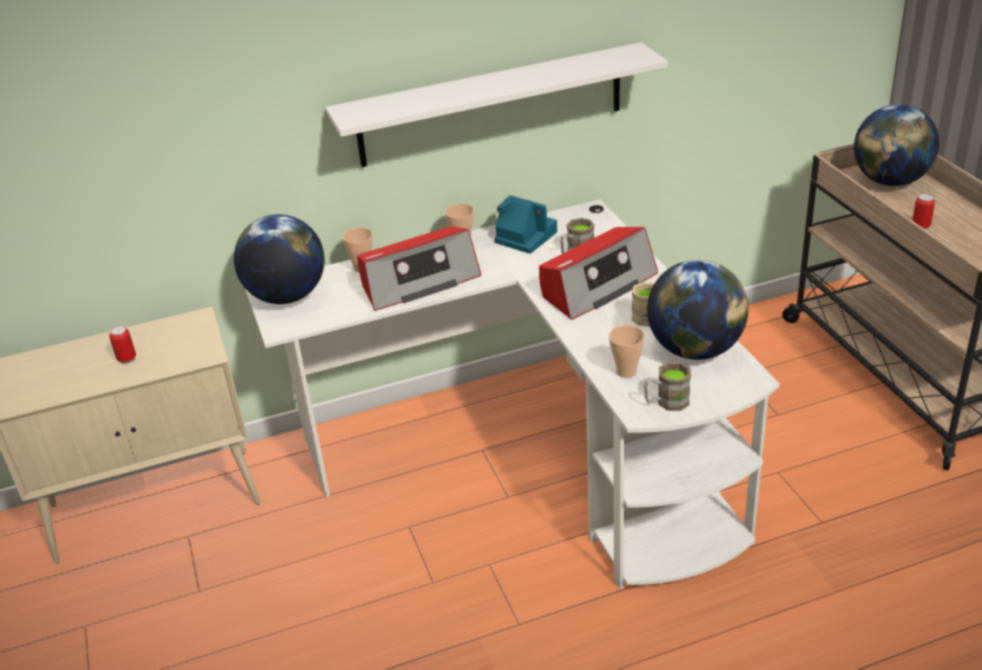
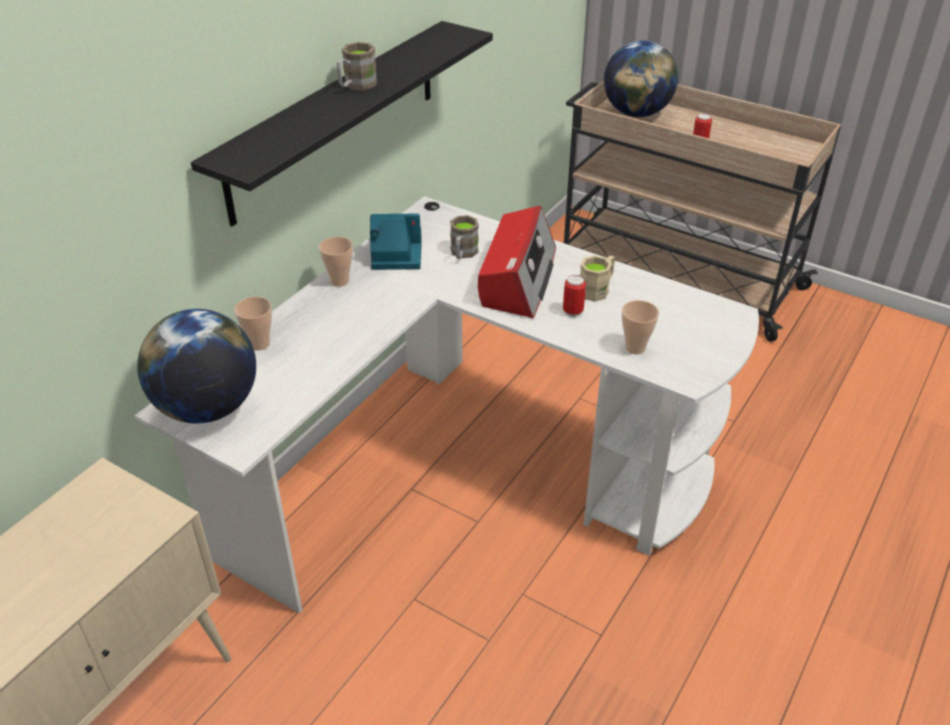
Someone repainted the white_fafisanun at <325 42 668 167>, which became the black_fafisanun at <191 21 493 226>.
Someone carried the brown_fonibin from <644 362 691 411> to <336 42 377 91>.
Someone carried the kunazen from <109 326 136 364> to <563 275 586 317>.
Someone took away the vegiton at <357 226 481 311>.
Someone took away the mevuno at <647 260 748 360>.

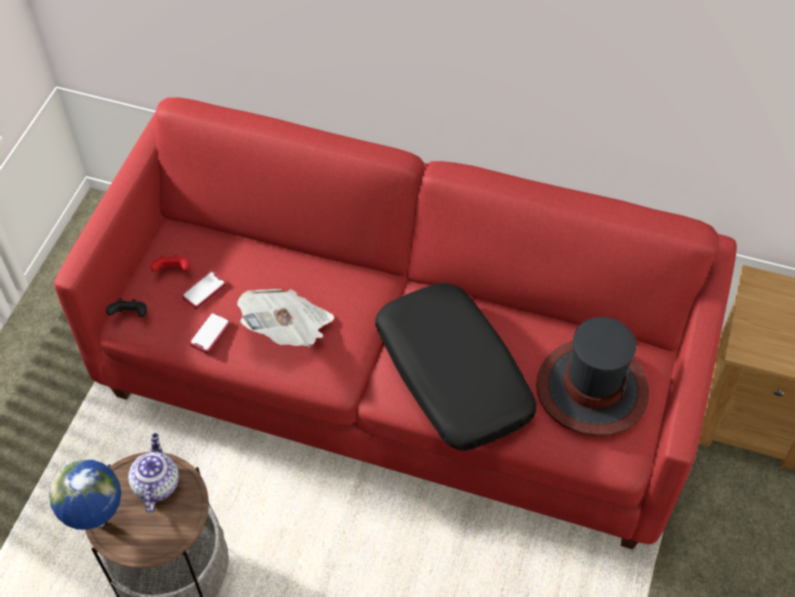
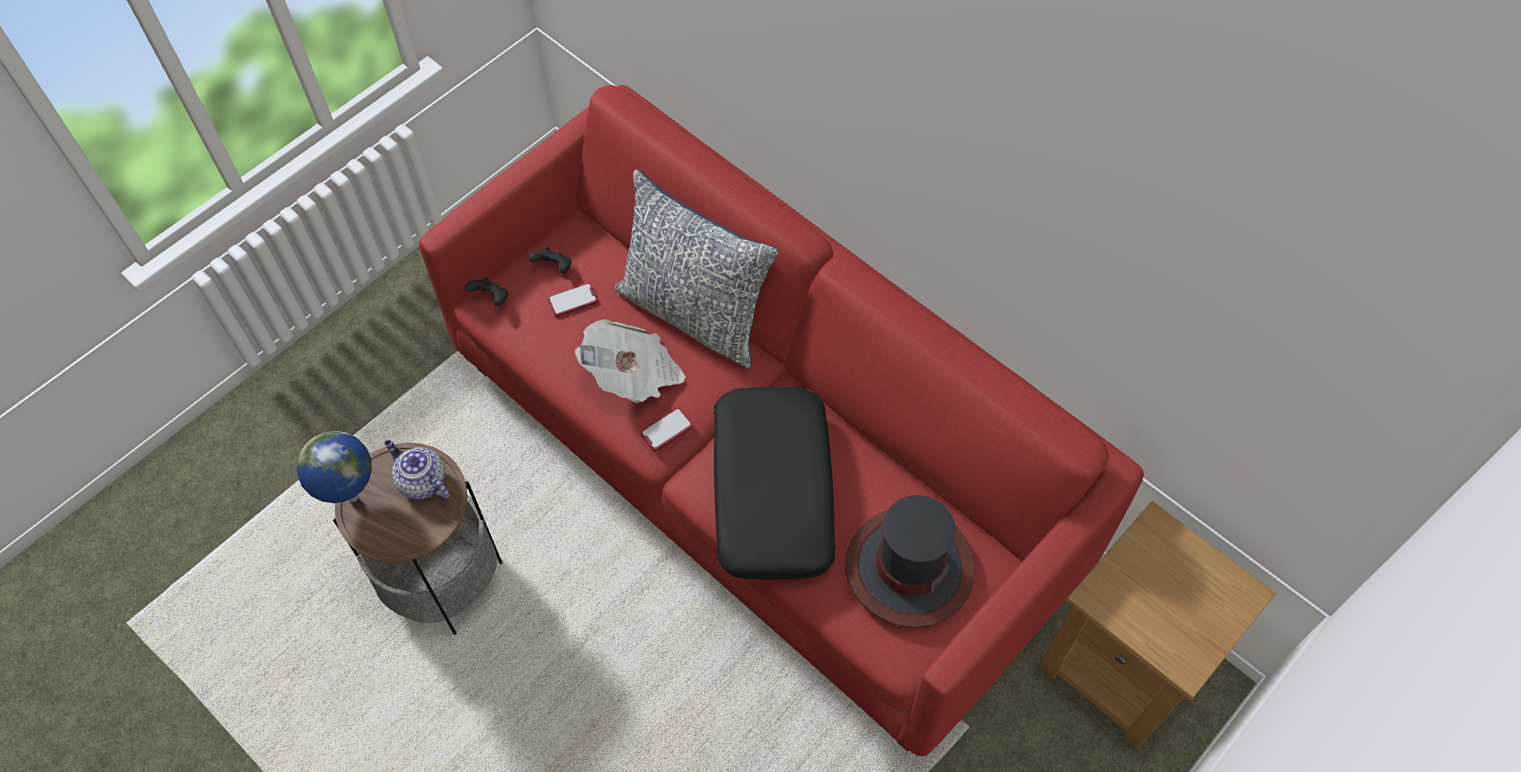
Someone rotated the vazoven at <128 433 179 514> by 75 degrees counterclockwise.
Someone repainted the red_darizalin at <150 255 190 272>, which became the black_darizalin at <529 247 572 273>.
Someone put down the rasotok at <615 169 779 369>.
Someone carried the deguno from <189 312 231 353> to <641 408 693 451>.

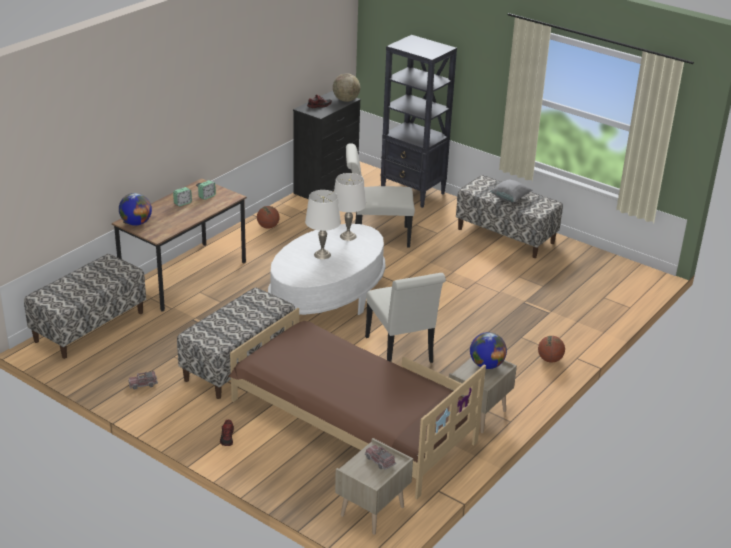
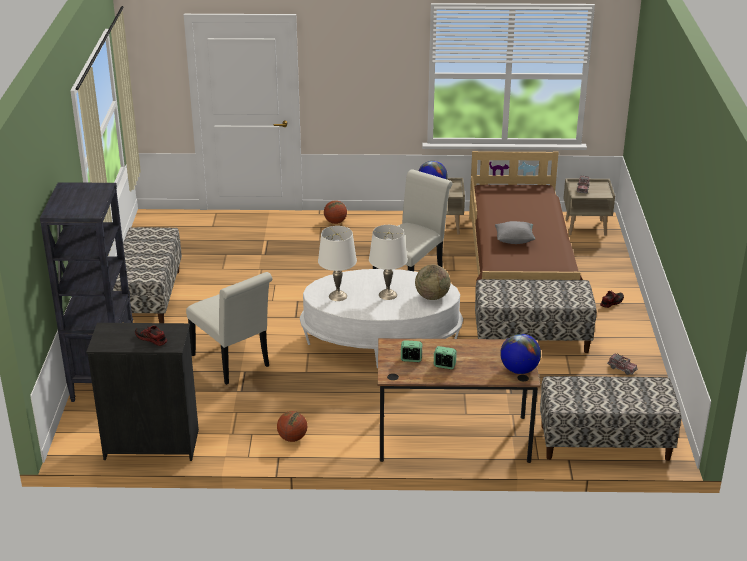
Someone carried the mevuno from <333 73 360 102> to <415 265 450 300>.
Someone carried the grey_rasotok from <490 180 532 202> to <495 221 535 244>.

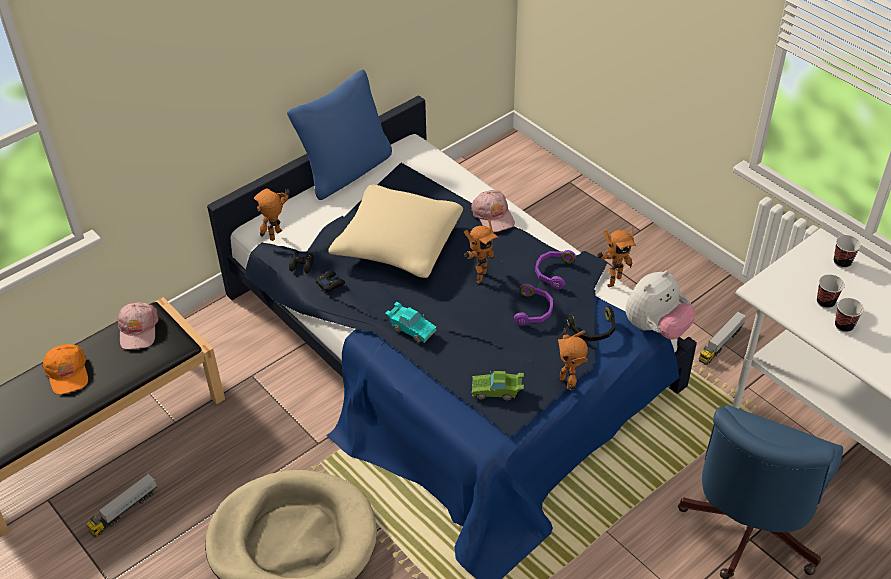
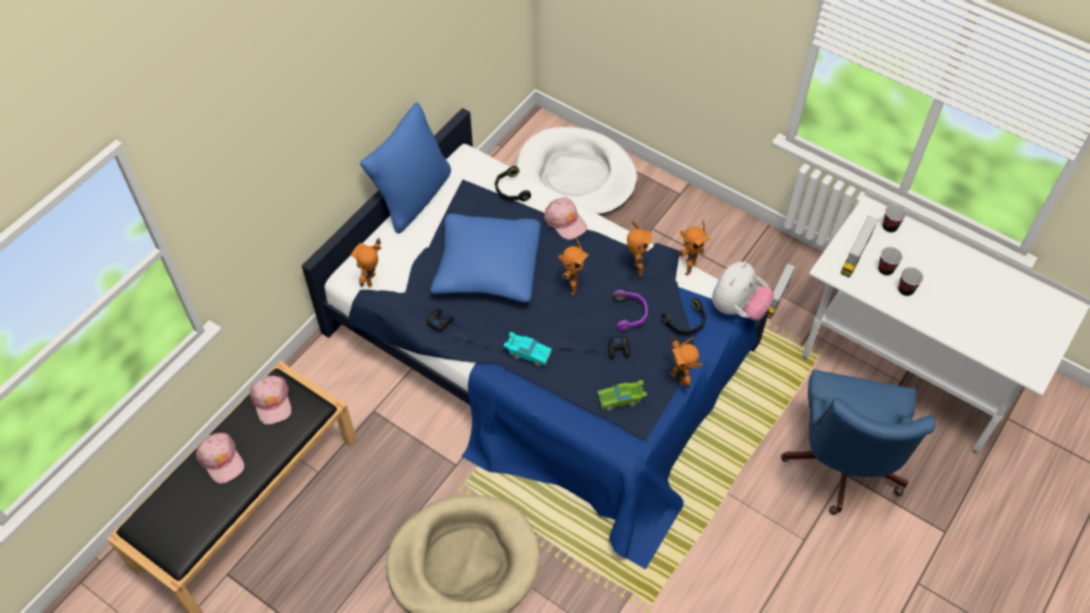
Someone repainted the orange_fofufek at <43 344 88 394>, which became the pink_fofufek at <196 433 244 484>.
Someone repainted the beige_rasotok at <328 184 463 278>, which became the blue_rasotok at <431 214 541 302>.
Someone put down the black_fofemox at <495 166 531 201>.
Someone put down the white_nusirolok at <516 127 637 215>.
Someone carried the black_darizalin from <289 251 314 273> to <608 336 630 359>.
Someone swapped the purple_fofemox at <535 250 576 289> for the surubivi at <627 221 652 278>.
Someone carried the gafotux from <86 473 157 537> to <841 215 878 277>.

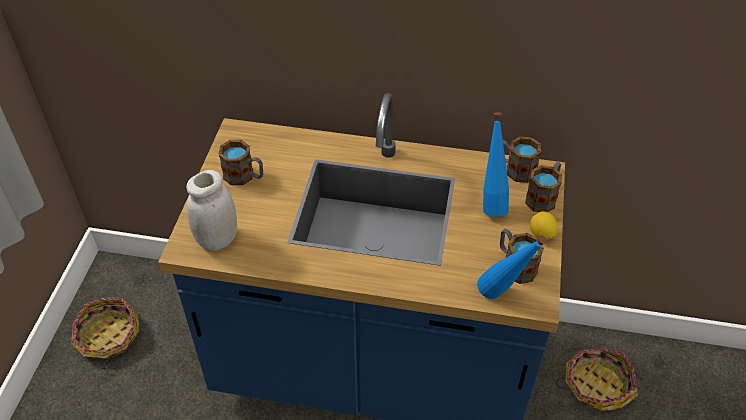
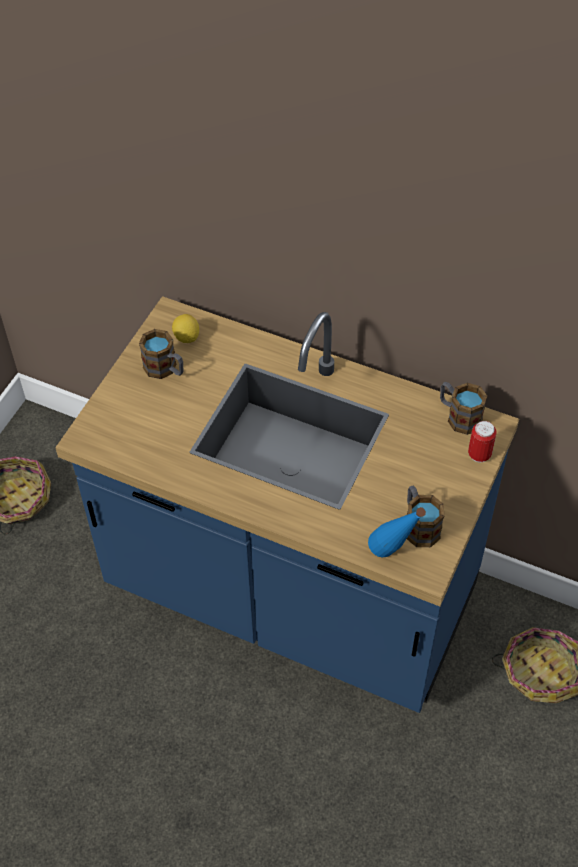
Someone carried the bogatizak from <530 211 558 240> to <172 314 199 343>.
Someone swapped the fonibin at <525 162 562 212> for the kunazen at <468 421 496 462>.
Someone took away the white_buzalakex at <186 170 237 251>.
Someone took away the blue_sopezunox at <483 112 509 217>.

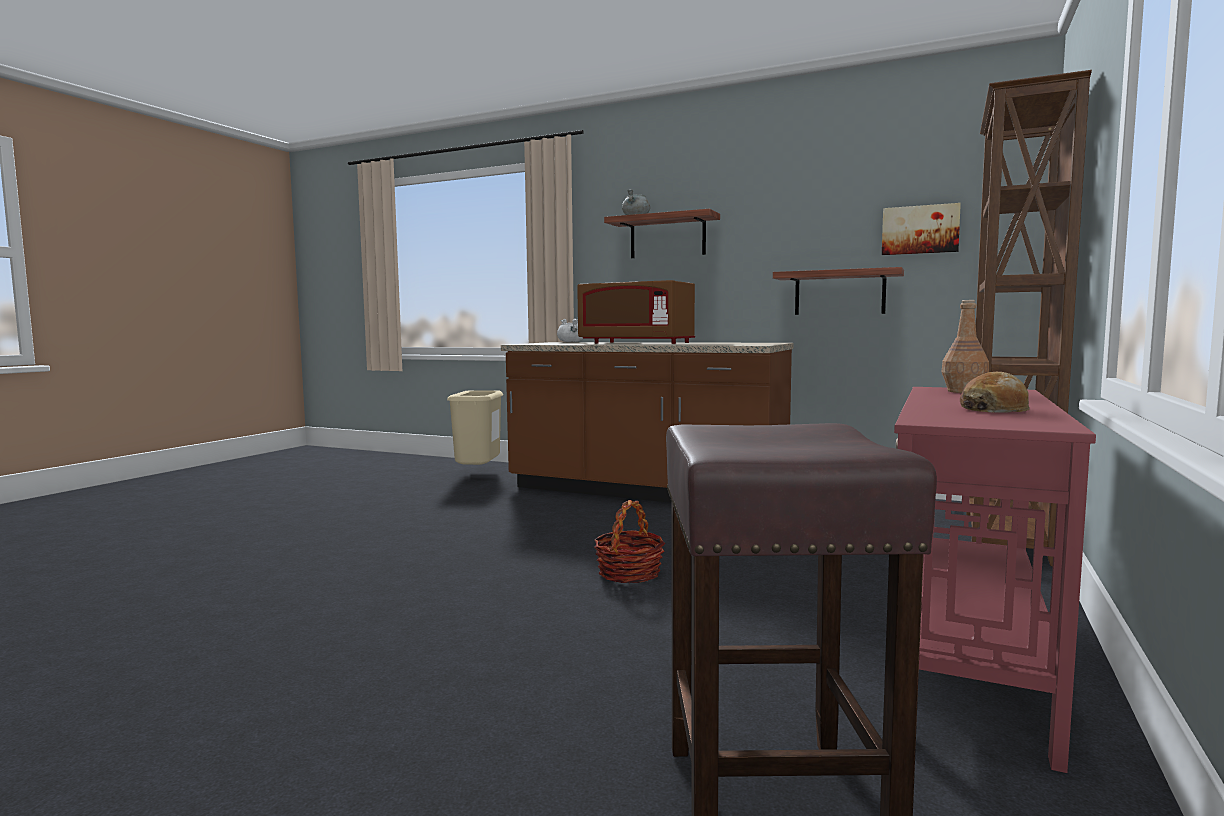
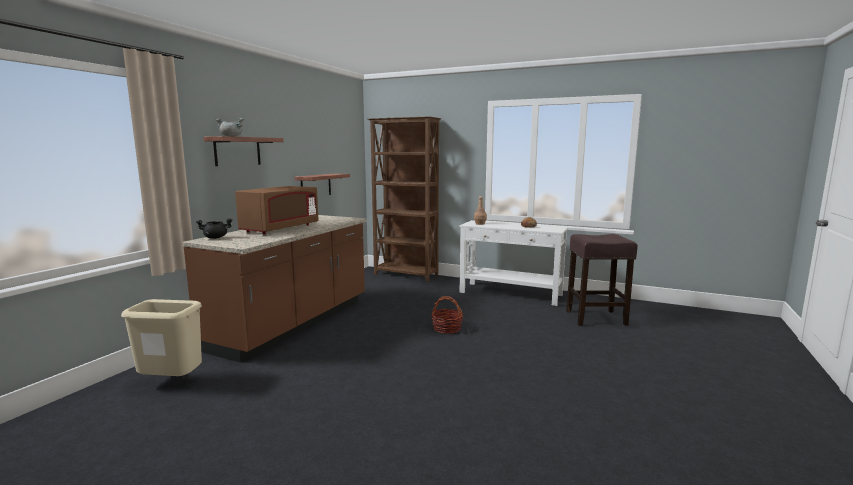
Someone repainted the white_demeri at <557 319 583 342>, which became the black_demeri at <196 218 232 239>.
Someone repainted the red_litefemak at <894 387 1096 773>, which became the white_litefemak at <460 220 568 306>.
Someone took away the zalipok at <882 203 961 255>.

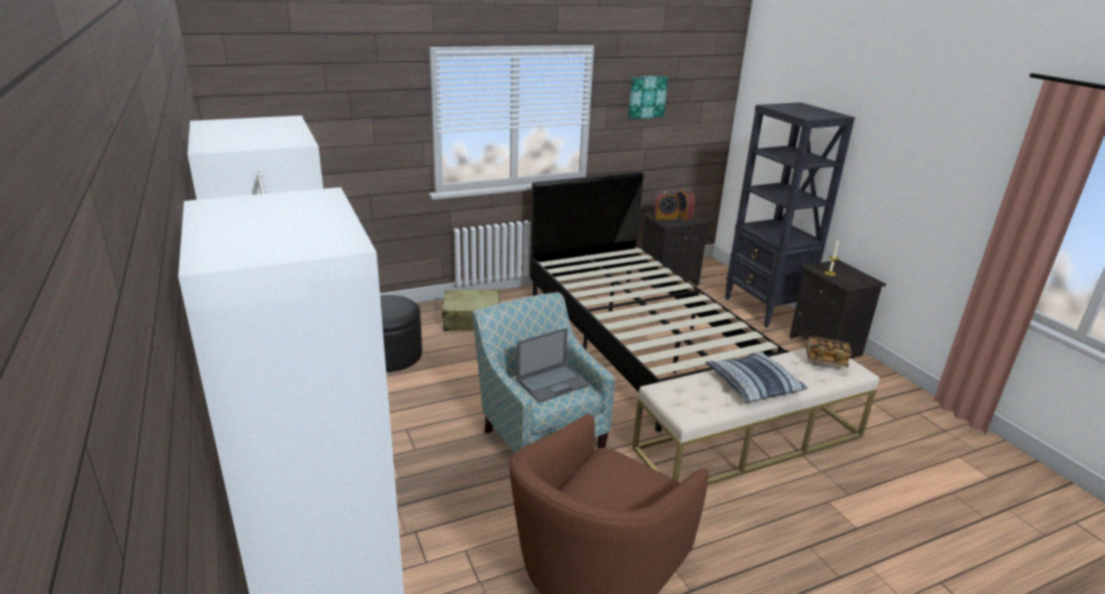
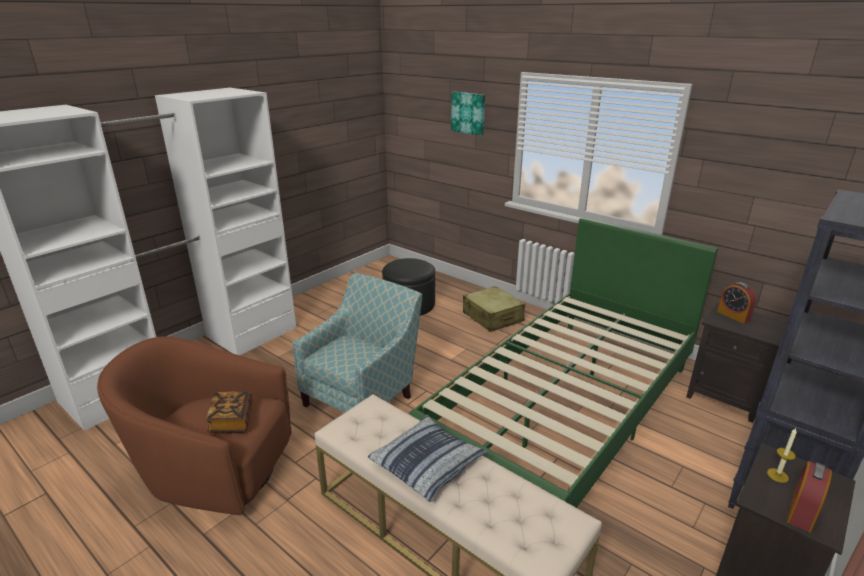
Someone carried the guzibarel from <806 336 852 367> to <206 391 253 433>.
Someone repainted the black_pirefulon at <530 172 789 432>, which became the green_pirefulon at <408 217 718 508>.
Someone carried the zalipok from <628 76 668 119> to <451 92 485 135>.
Someone carried the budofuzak from <676 189 695 220> to <787 461 832 532>.
Someone took away the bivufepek at <516 328 589 403>.

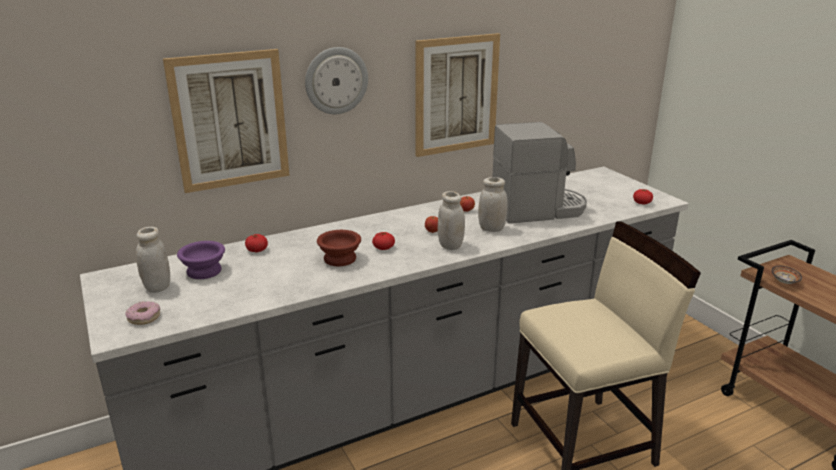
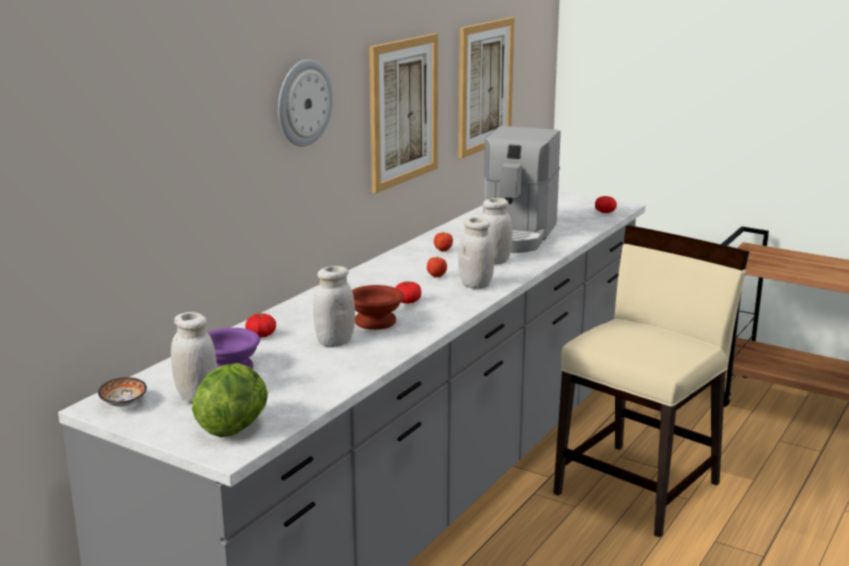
Someone carried the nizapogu from <771 266 802 284> to <98 377 147 407>.
Someone swapped the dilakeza at <125 301 160 325> for the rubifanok at <192 363 268 437>.
Someone put down the white_buzalakex at <313 266 355 347>.
Someone carried the zalipok from <163 49 290 193> to <458 17 515 158>.
Someone rotated the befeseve at <492 122 587 224> by 150 degrees clockwise.

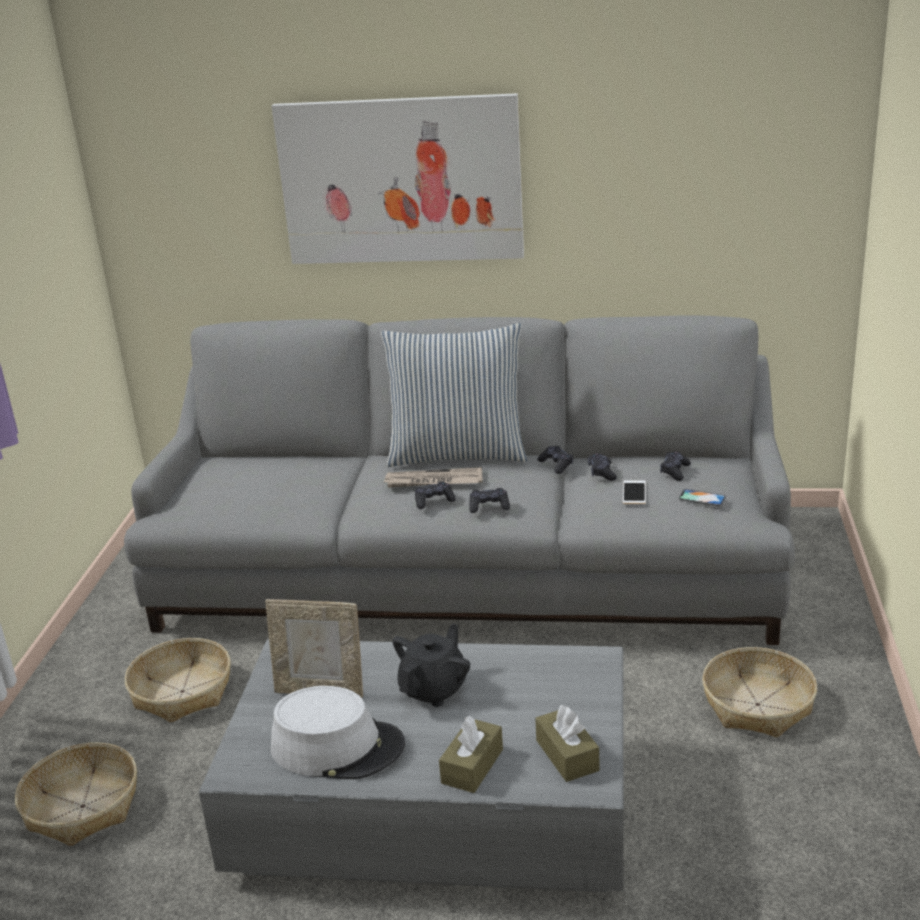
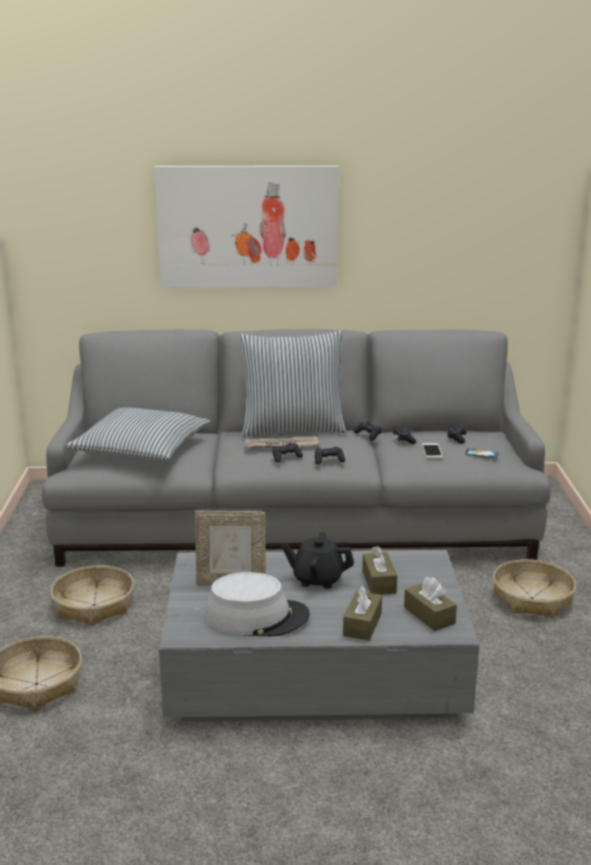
Someone put down the rasotok at <65 407 210 461>.
Someone rotated the black_vazoven at <392 624 470 707> by 105 degrees counterclockwise.
Someone put down the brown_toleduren at <362 546 397 595>.

